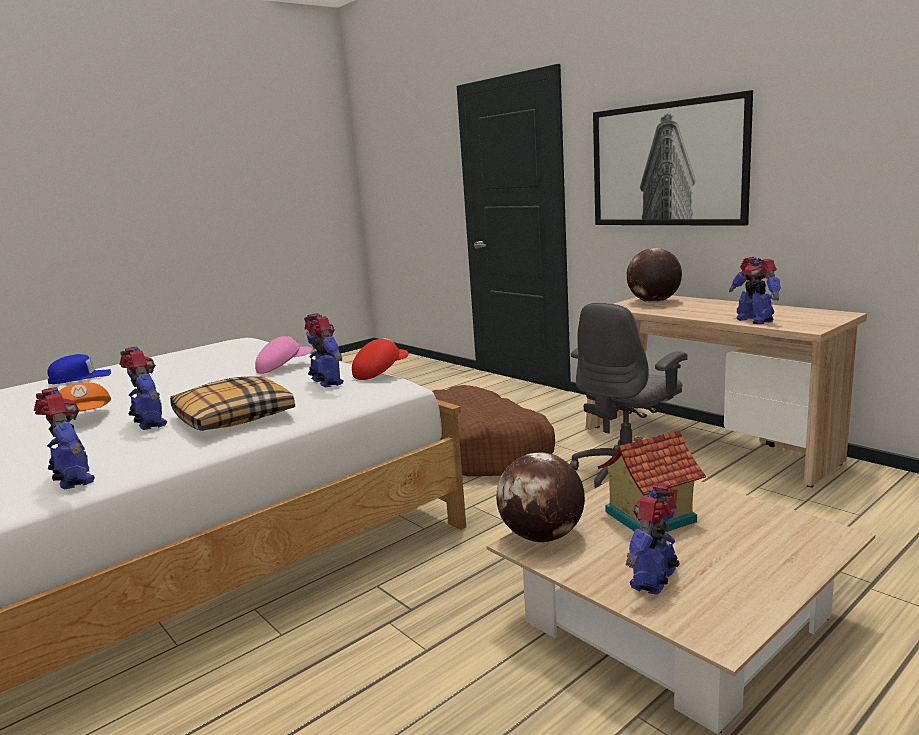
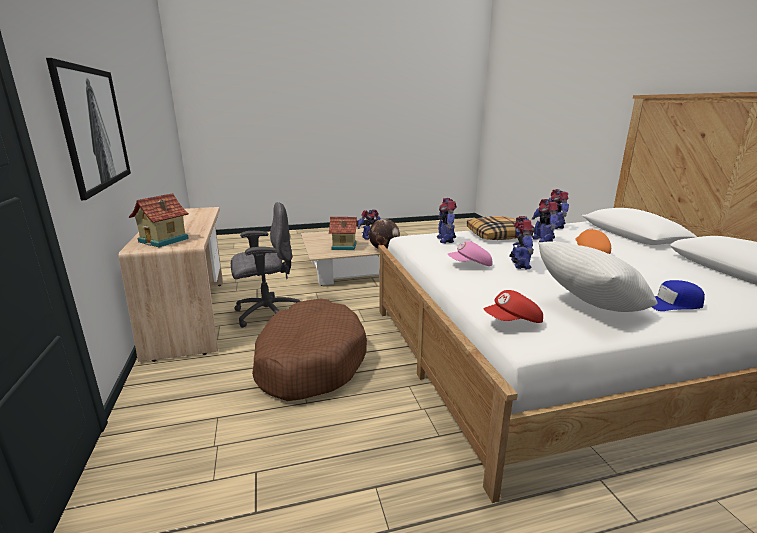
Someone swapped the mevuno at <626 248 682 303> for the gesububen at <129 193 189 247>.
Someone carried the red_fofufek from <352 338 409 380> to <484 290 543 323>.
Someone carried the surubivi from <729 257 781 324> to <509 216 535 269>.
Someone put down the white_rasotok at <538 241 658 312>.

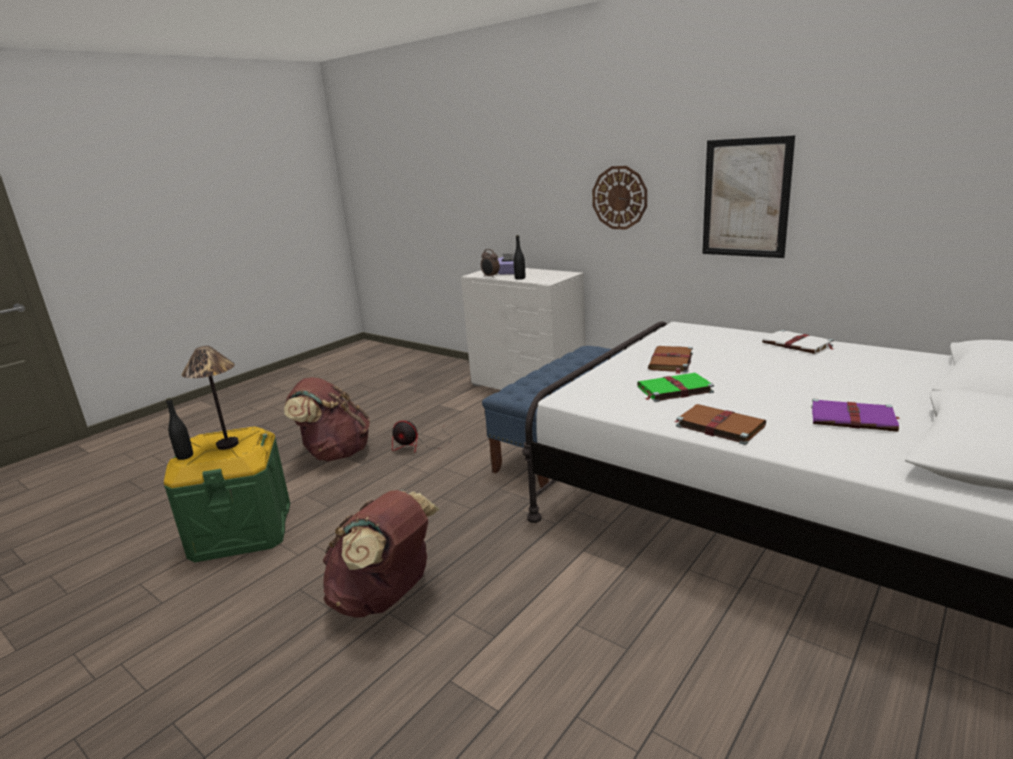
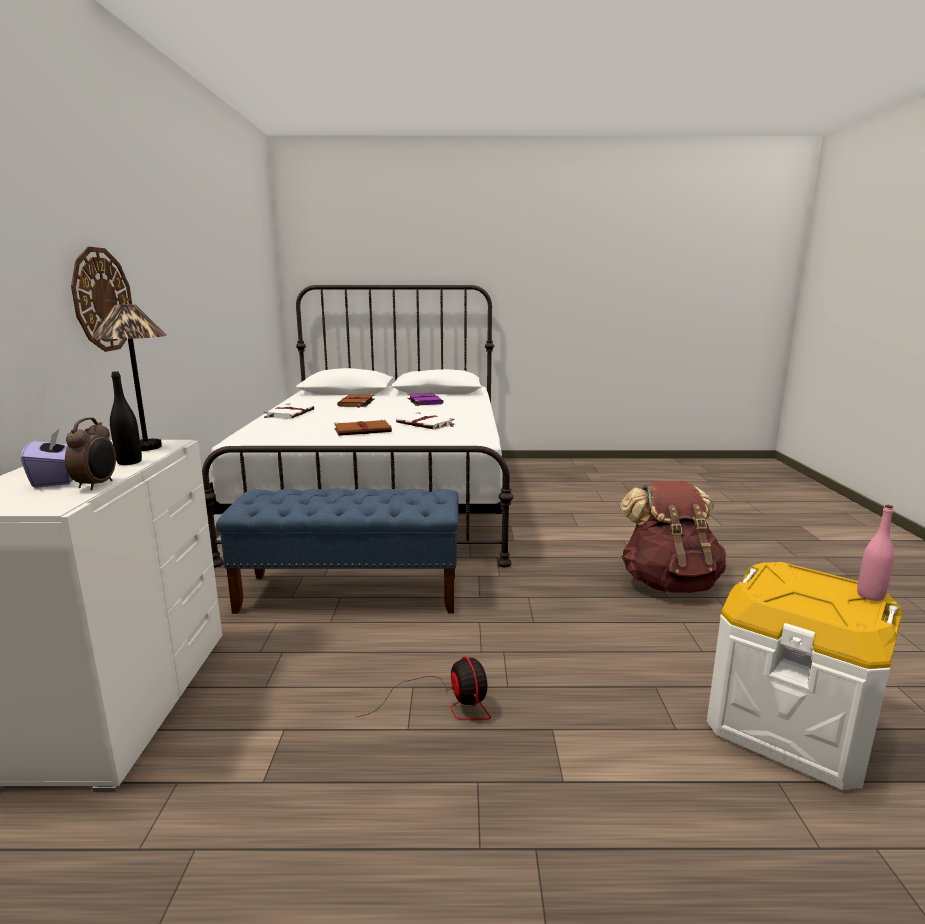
Someone carried the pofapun from <182 346 239 450> to <91 305 167 451>.
Someone carried the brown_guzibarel from <674 404 766 445> to <337 394 375 408>.
Someone repainted the green_guzibarel at <637 373 714 402>, which became the white_guzibarel at <396 413 455 430>.
Someone repainted the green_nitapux at <164 426 290 562>, which became the white_nitapux at <707 562 903 790>.
Someone repainted the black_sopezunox at <166 398 193 460>, which became the pink_sopezunox at <857 505 894 601>.
Someone took away the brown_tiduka at <284 377 370 462>.
Someone took away the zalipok at <702 135 795 258>.

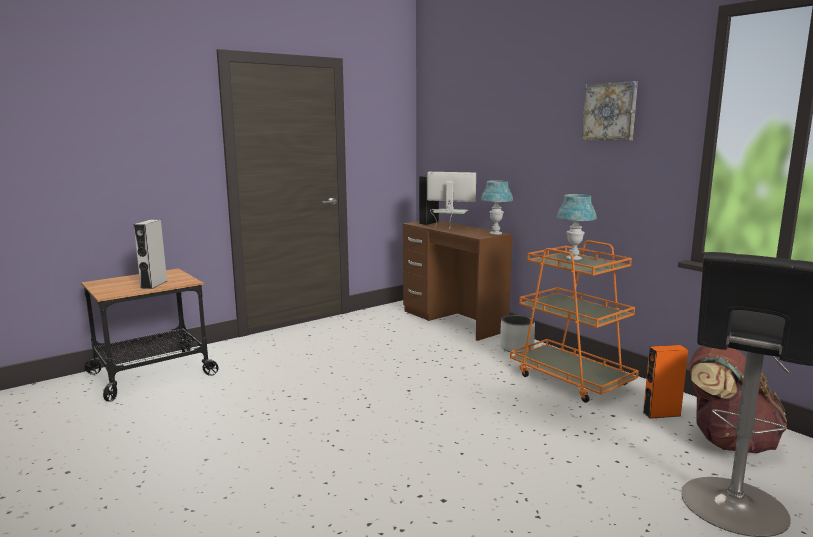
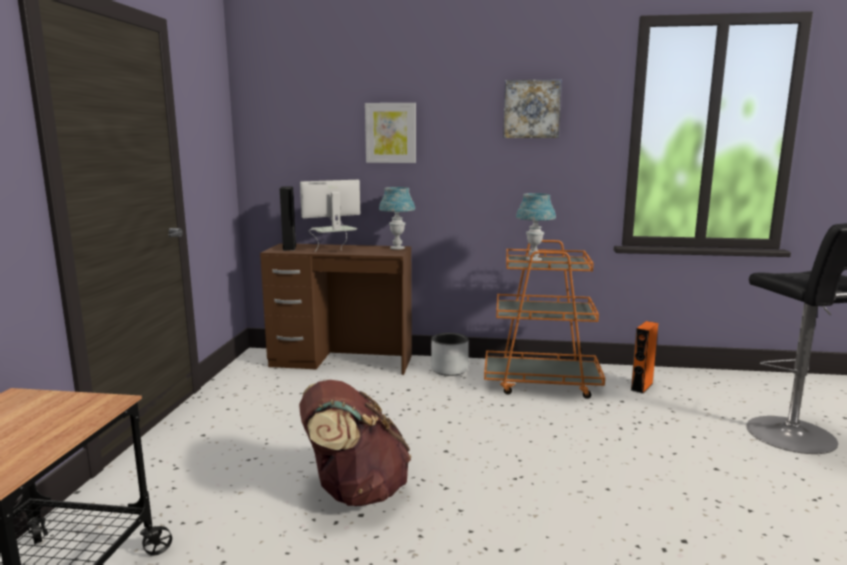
Someone carried the brown_tiduka from <689 346 787 453> to <299 380 411 506>.
Someone put up the zalipok at <365 103 416 163>.
Someone took away the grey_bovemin at <133 220 167 289>.

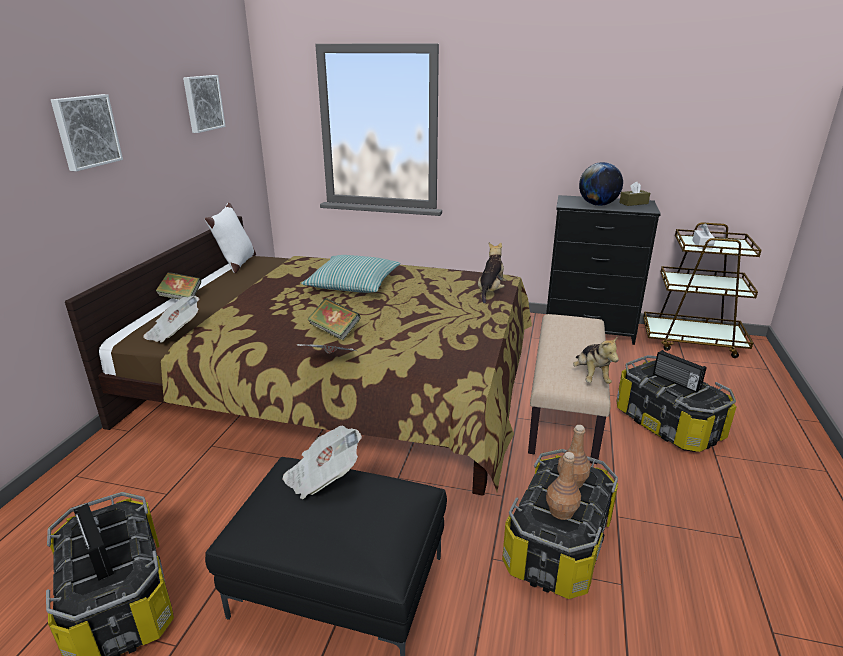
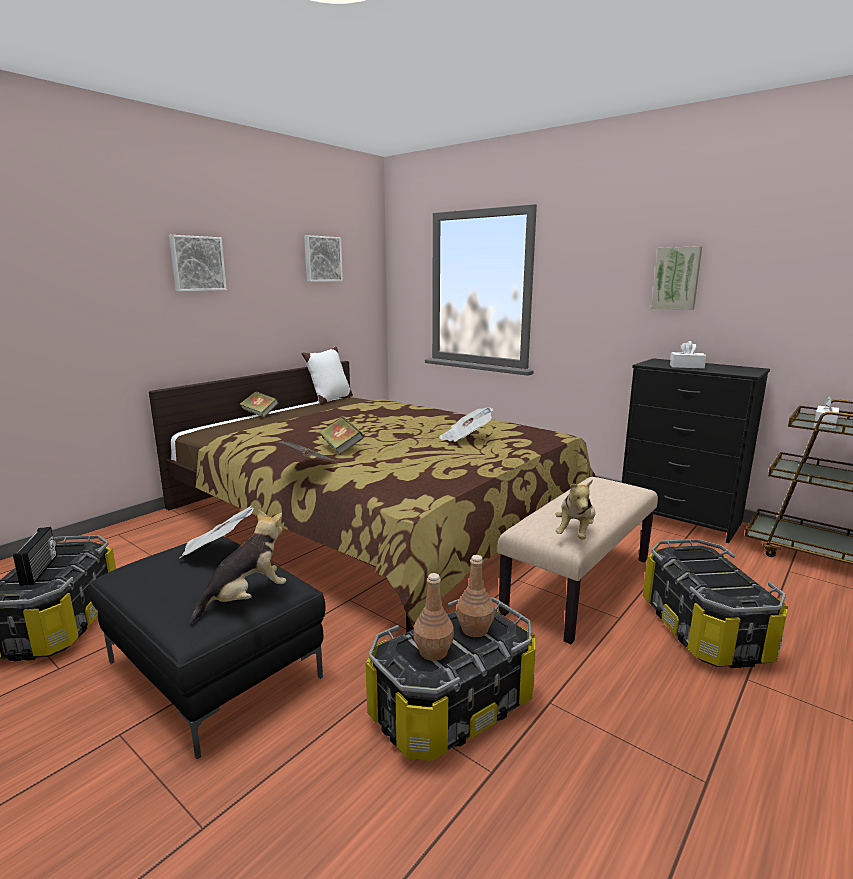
Someone carried the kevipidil from <478 243 506 304> to <190 509 286 624>.
Someone carried the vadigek from <143 296 199 343> to <439 407 493 442>.
Someone put up the zalipok at <651 246 702 310>.
Someone swapped the mevuno at <579 162 623 206> for the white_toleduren at <670 341 706 369>.
Someone took away the rasotok at <301 255 400 293>.
Someone took away the brown_toleduren at <619 181 650 206>.
Someone took away the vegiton at <653 350 707 393>.

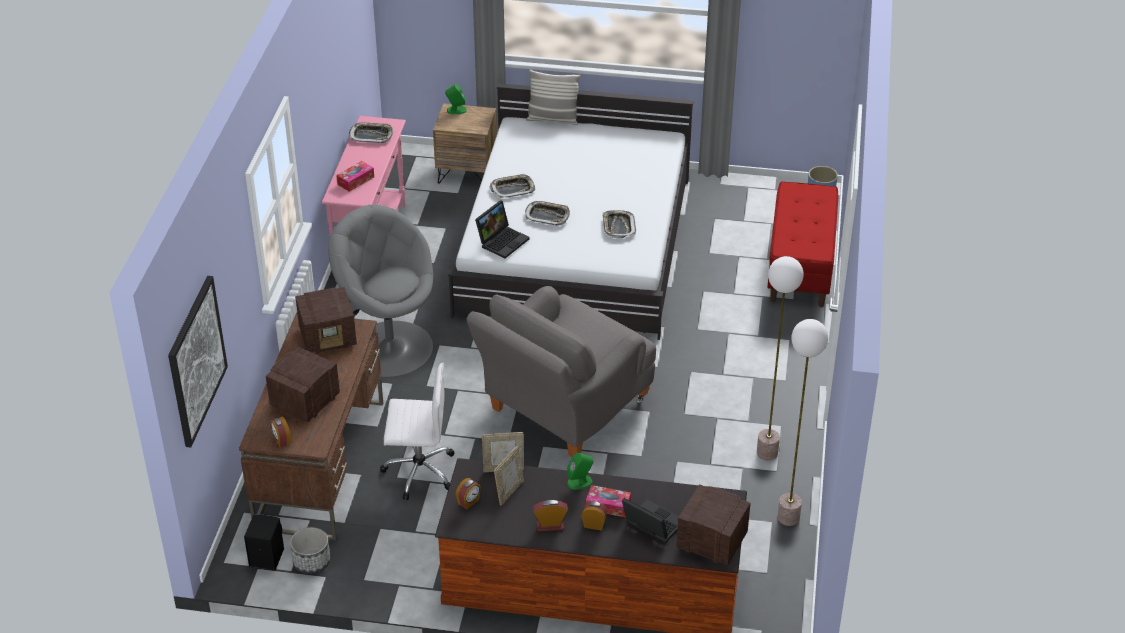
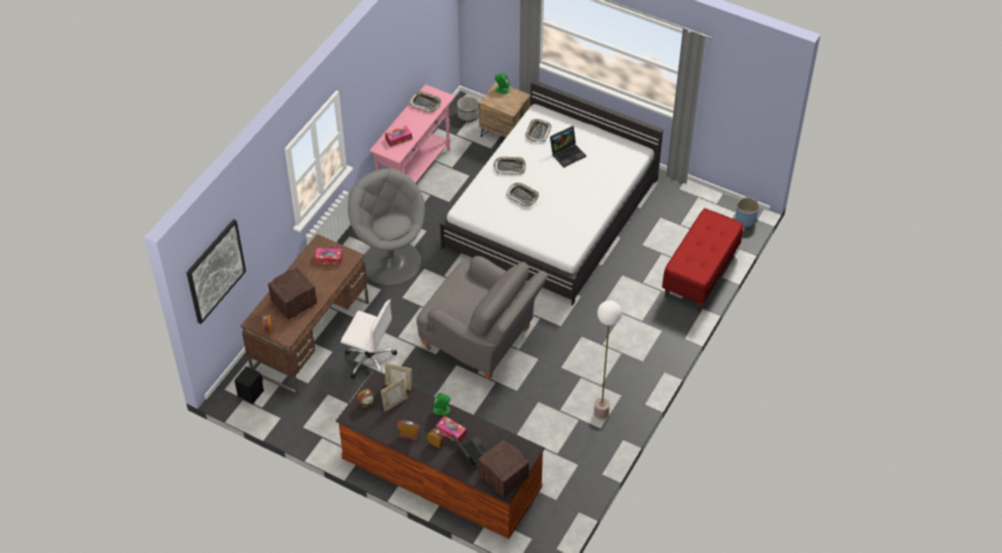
Someone swapped the vegiton at <295 287 357 353> for the toleduren at <315 248 343 265>.
Someone rotated the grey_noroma at <467 286 656 457> by 120 degrees counterclockwise.
Someone carried the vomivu from <290 527 330 574> to <457 96 479 122>.
Someone carried the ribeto from <602 210 636 239> to <525 119 551 142>.
Someone carried the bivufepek from <475 200 530 258> to <550 126 586 167>.
Someone took away the rasotok at <526 70 581 125>.
Someone took away the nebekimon at <777 319 828 526>.

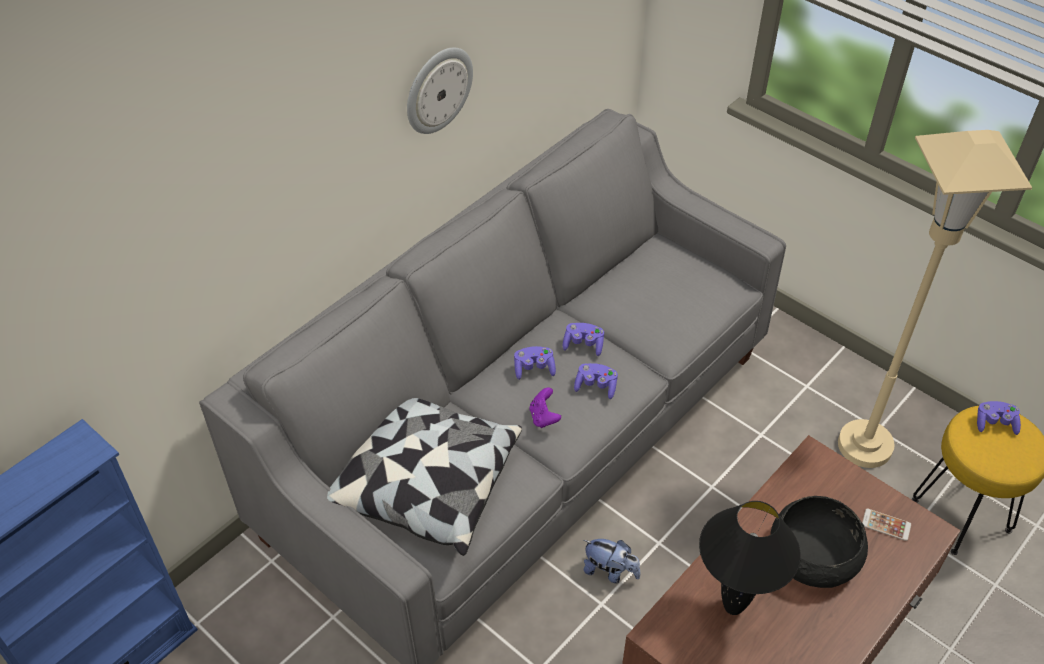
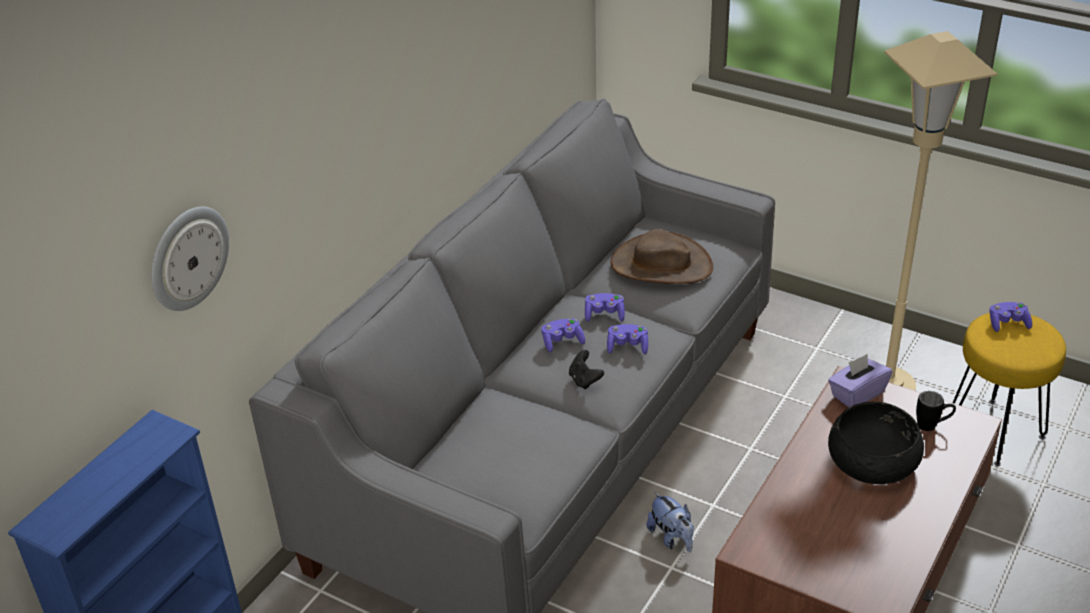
Someone carried the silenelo from <407 47 473 134> to <151 207 229 311>.
Someone repainted the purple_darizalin at <530 387 561 428>, which became the black_darizalin at <569 350 604 389>.
Someone put down the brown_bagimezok at <610 229 713 284>.
Someone rotated the kevipidil at <584 539 640 583> by 45 degrees clockwise.
Someone put down the purple_toleduren at <828 354 892 408>.
Someone swapped the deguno at <862 509 911 541> for the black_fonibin at <916 391 956 431>.
Someone took away the rasotok at <327 398 522 556>.
Someone took away the black_pofapun at <699 501 801 615>.

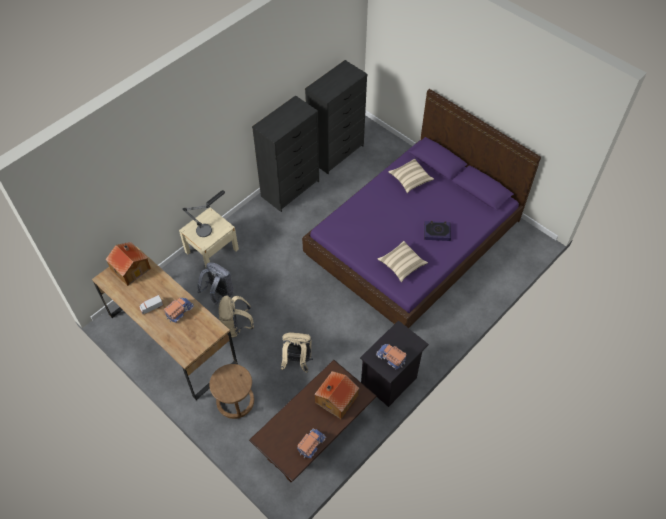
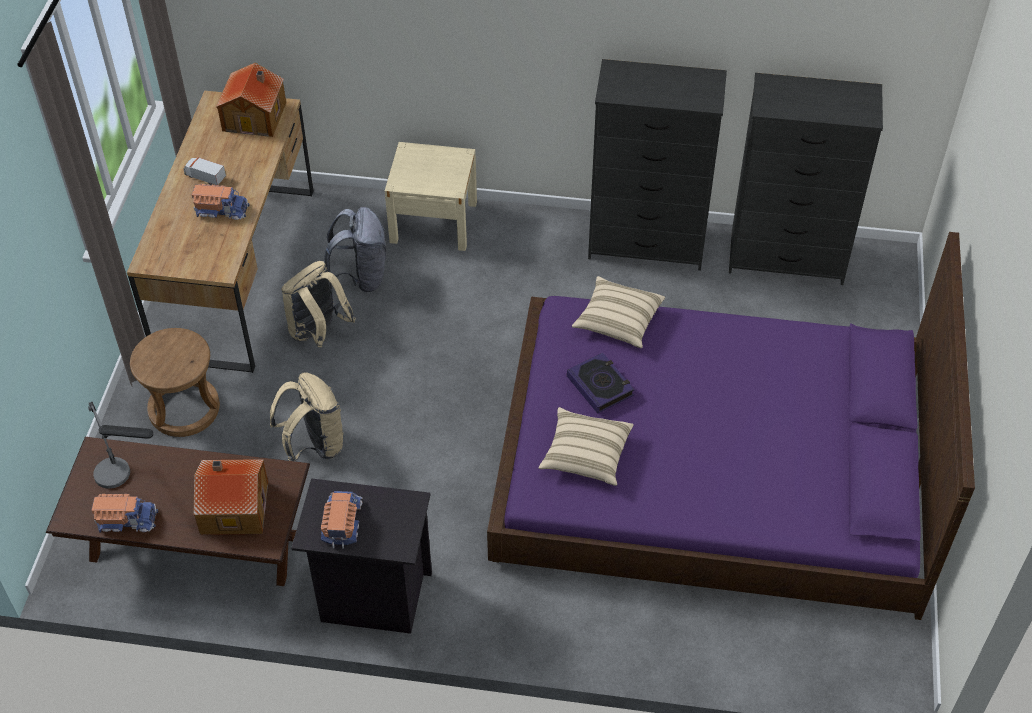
Someone carried the pofapun from <182 190 225 237> to <88 402 154 489>.
Someone carried the guzibarel from <424 221 451 241> to <567 353 634 414>.
Someone carried the beige_rasotok from <388 159 434 193> to <572 276 665 348>.

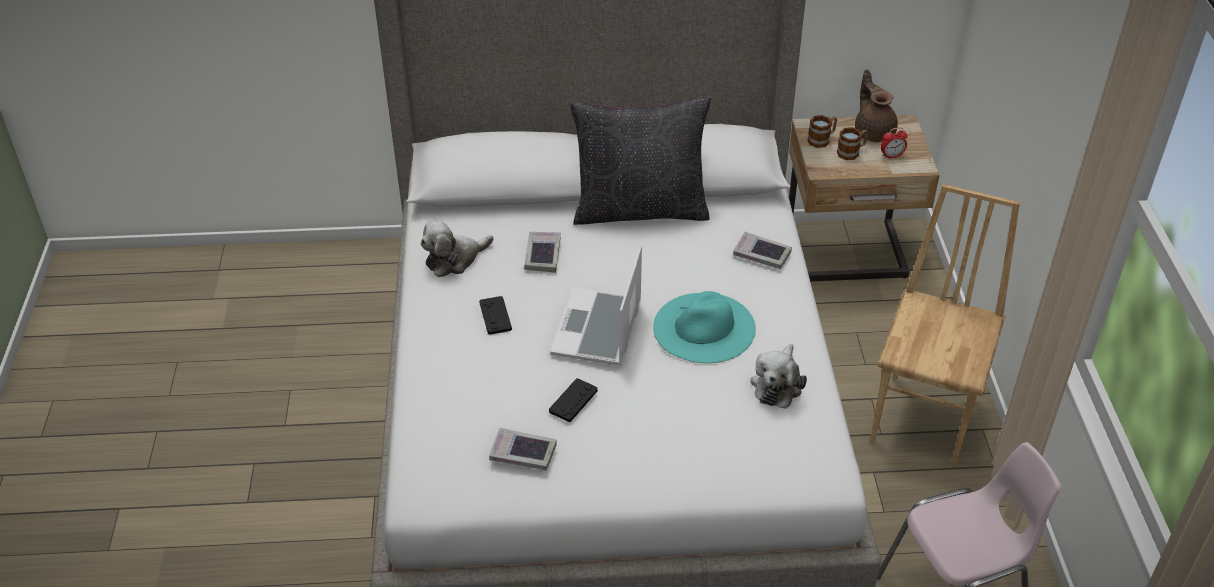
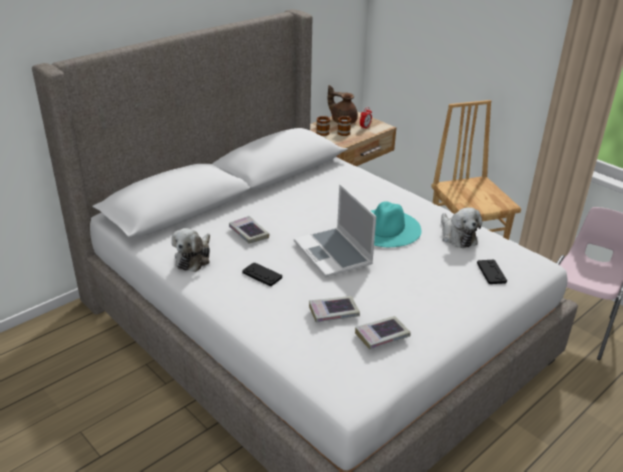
Someone carried the guzibarel from <733 232 792 269> to <309 296 360 323>.
Someone carried the black_darizalin from <549 378 598 422> to <477 260 507 284>.
Someone took away the black_rasotok at <571 97 711 225>.

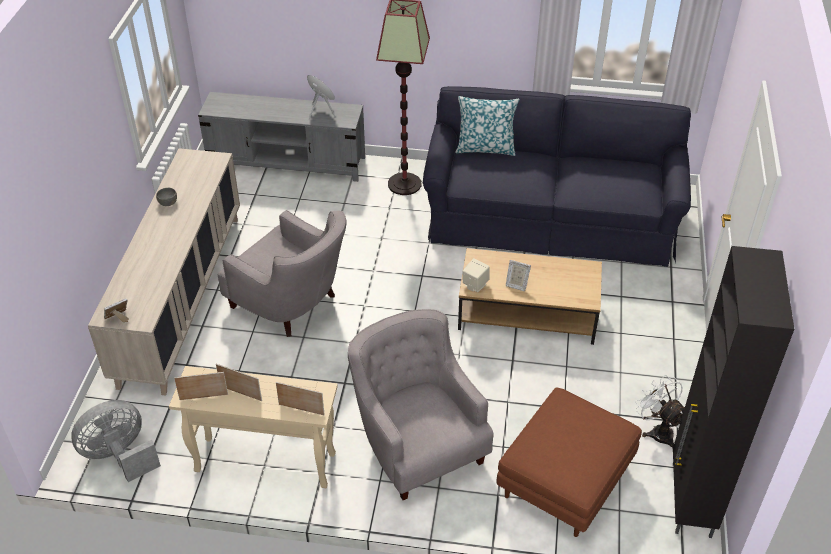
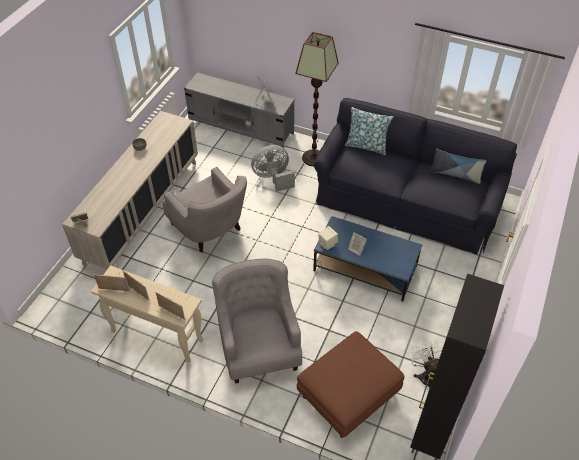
Someone carried the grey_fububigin from <71 400 161 482> to <251 145 295 192>.
Someone repainted the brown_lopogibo at <458 248 602 345>, which became the blue_lopogibo at <313 216 422 301>.
Someone put down the rasotok at <430 148 486 184>.

